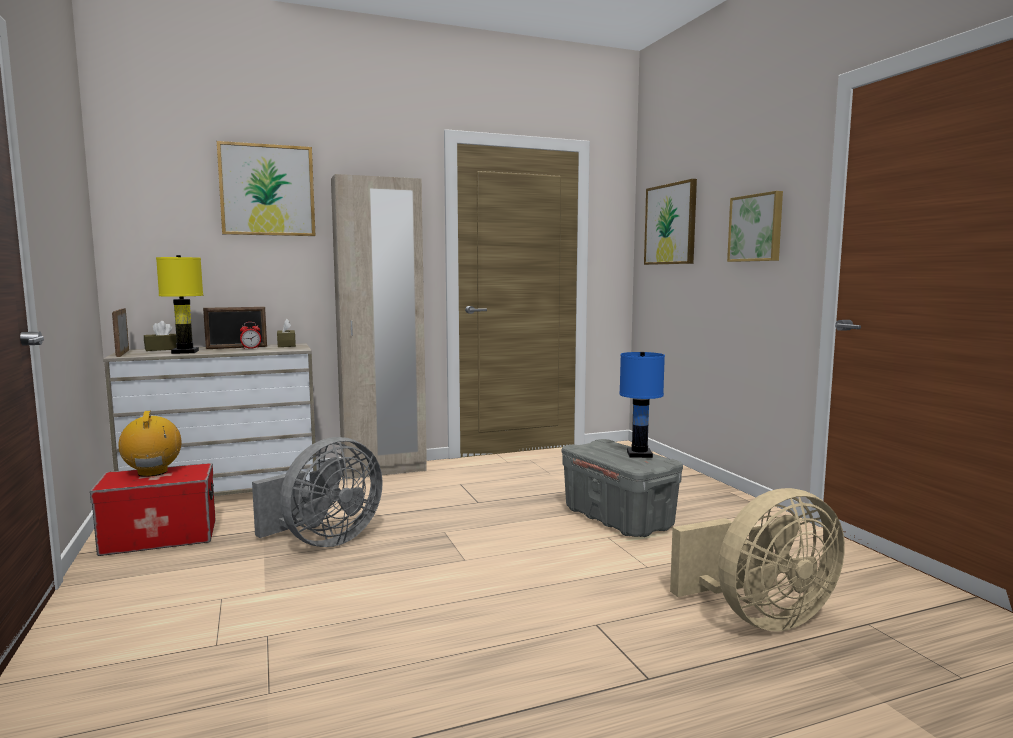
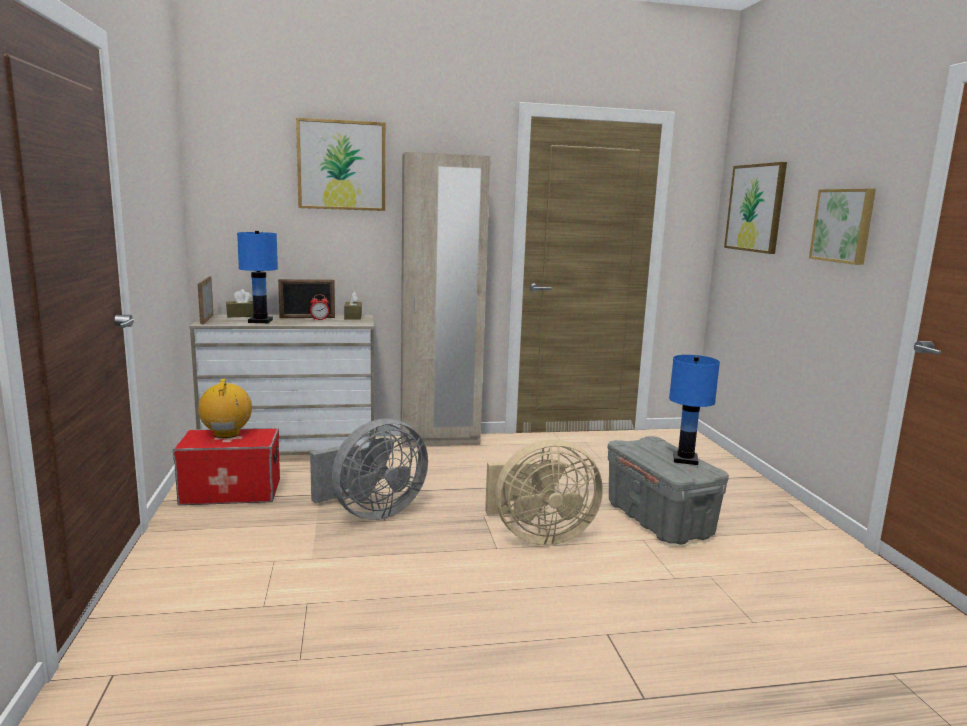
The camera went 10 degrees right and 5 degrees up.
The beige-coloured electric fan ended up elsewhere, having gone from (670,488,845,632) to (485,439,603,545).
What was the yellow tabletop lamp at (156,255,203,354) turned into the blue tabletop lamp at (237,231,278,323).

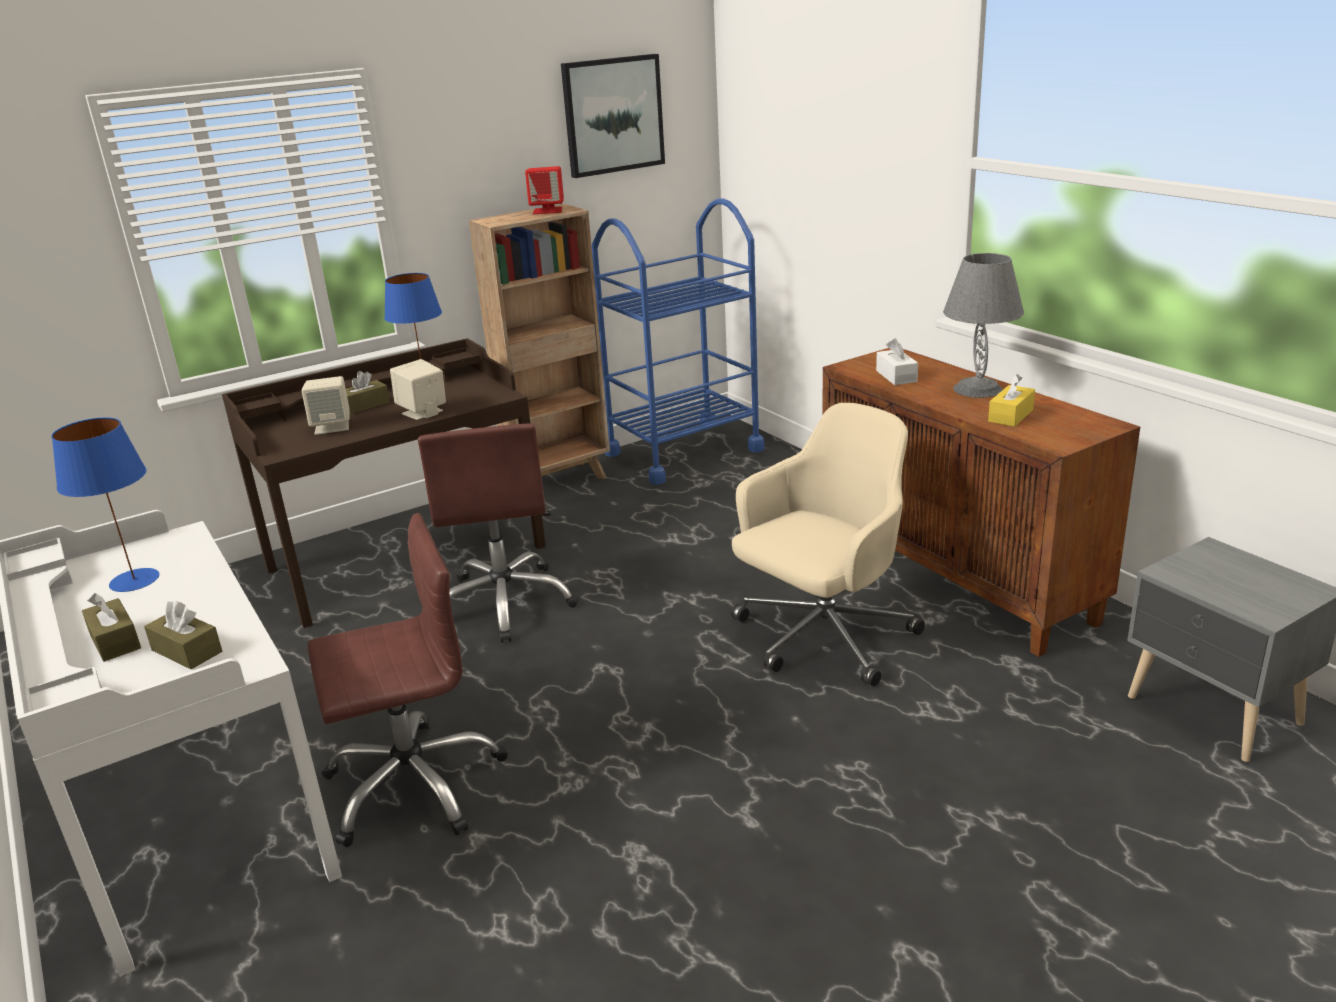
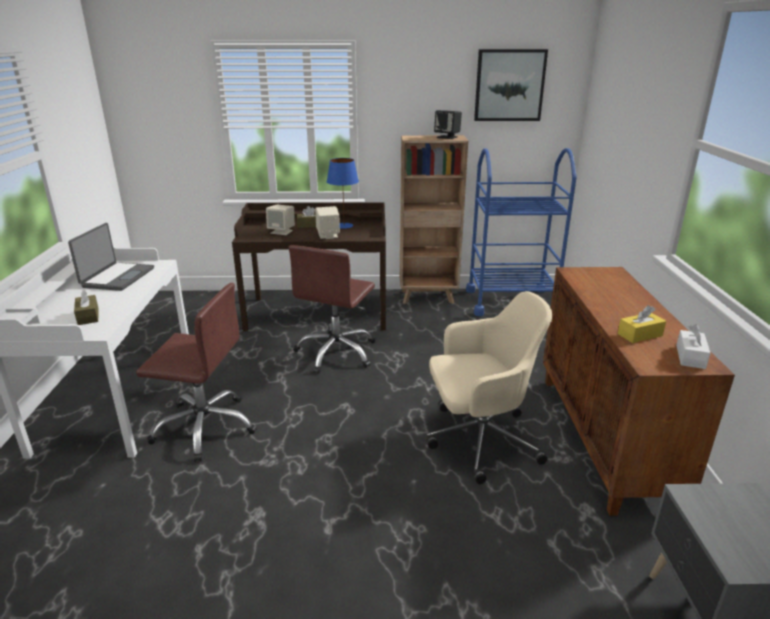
The camera went 30 degrees right and 0 degrees up.
The second view lost the brown-coloured box of tissues at (82,593,141,662).
The second view lost the greyish tabletop lamp at (943,253,1024,398).
The whitish box of tissues ended up elsewhere, having gone from (876,338,918,385) to (676,324,711,369).
Where the blue tabletop lamp stood at (51,417,160,592), the laptop came to stand at (68,223,154,291).
What was the red-coloured speaker at (525,166,564,215) turned into the black-coloured speaker at (434,110,462,139).

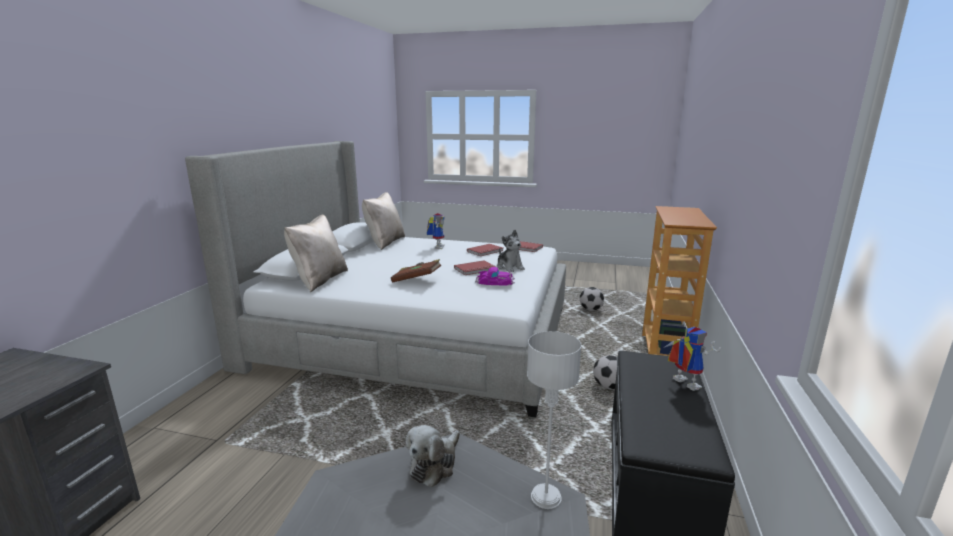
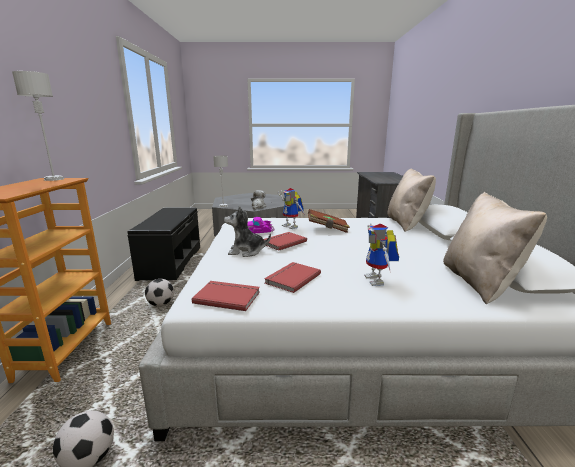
The camera went 165 degrees right and 0 degrees up.
The second view gained the greyish tabletop lamp at (12,71,64,181).
The model robot ended up elsewhere, having gone from (663,327,721,391) to (278,188,305,229).
The soft toy at (497,230,525,273) ended up facing another way, 45 degrees counterclockwise from before.

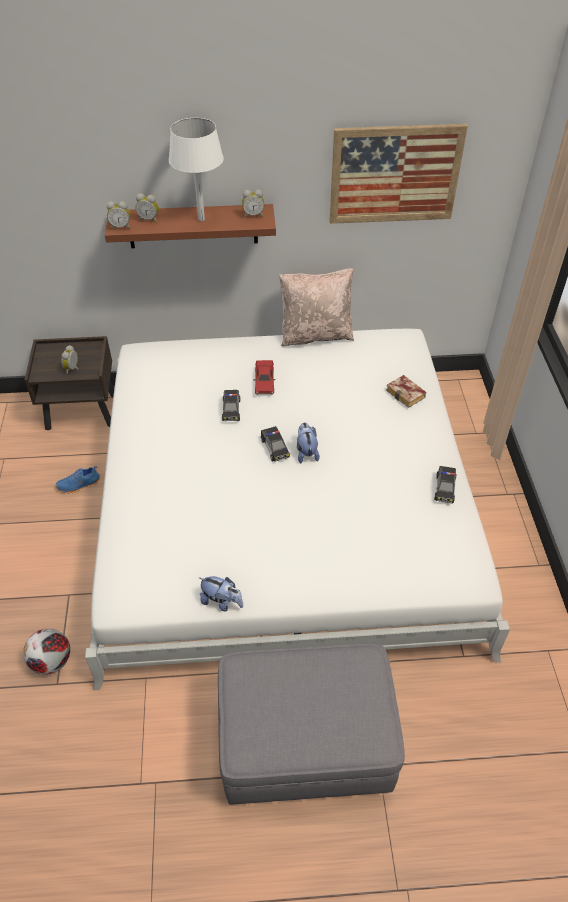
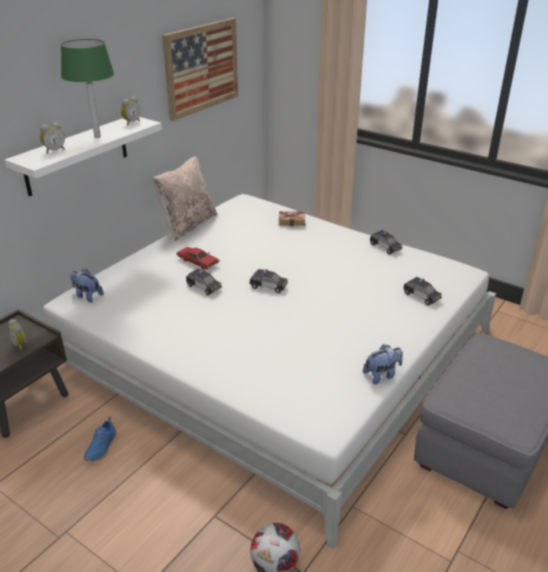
The camera went 50 degrees left and 15 degrees down.
The second view lost the alarm clock at (107,201,130,229).
The second view gained the miniature car at (403,277,442,305).
The soft toy ended up elsewhere, having gone from (297,422,320,463) to (70,269,104,303).
What was the brown-coloured shelf at (105,204,276,248) turned into the whitish shelf at (4,117,162,196).
What was the whitish tabletop lamp at (169,118,224,221) turned into the green tabletop lamp at (61,39,114,138).

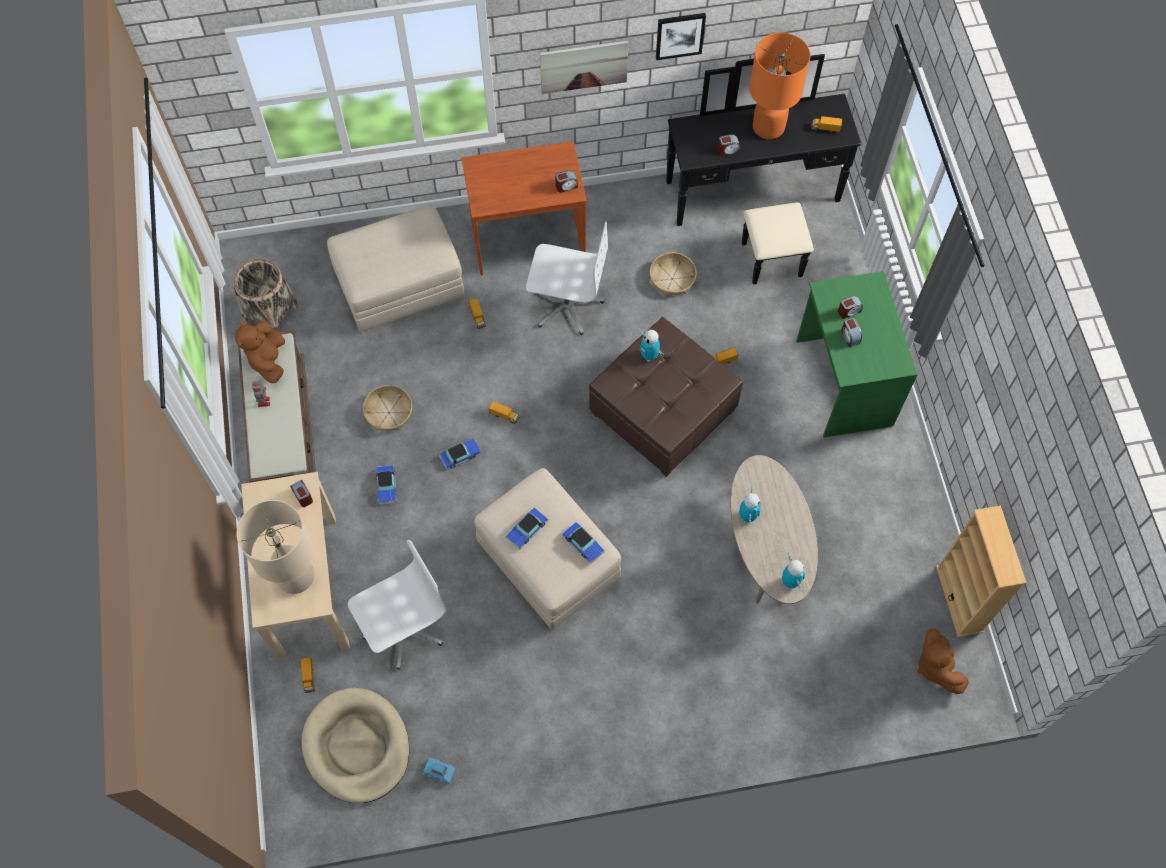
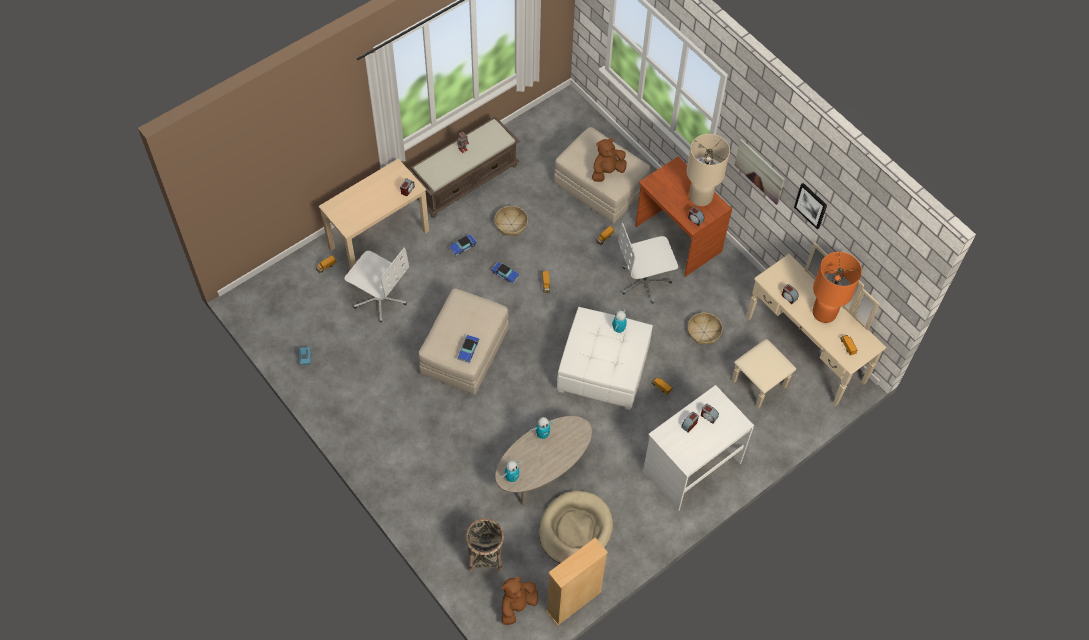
The camera went 60 degrees right and 5 degrees down.
The second view lost the miniature car at (506,507,548,550).
The storage basket ended up elsewhere, having gone from (234,259,299,332) to (465,518,504,572).
The brown-coloured soft toy ended up elsewhere, having gone from (235,320,285,383) to (592,138,627,182).
The beige-coloured tabletop lamp ended up elsewhere, having gone from (237,500,314,594) to (687,134,730,206).
The beige-coloured pet bed ended up elsewhere, having gone from (302,688,409,803) to (539,491,613,563).
What was the brown-coloured ottoman at (589,317,743,477) turned into the whitish ottoman at (557,307,653,410).
What was the black-coloured dresser at (666,54,861,284) turned into the beige-coloured dresser at (732,242,886,408).
What was the green desk table at (796,271,918,438) turned into the whitish desk table at (643,385,754,511).
The whitish desk chair at (526,222,608,335) ended up facing another way, 90 degrees clockwise from before.

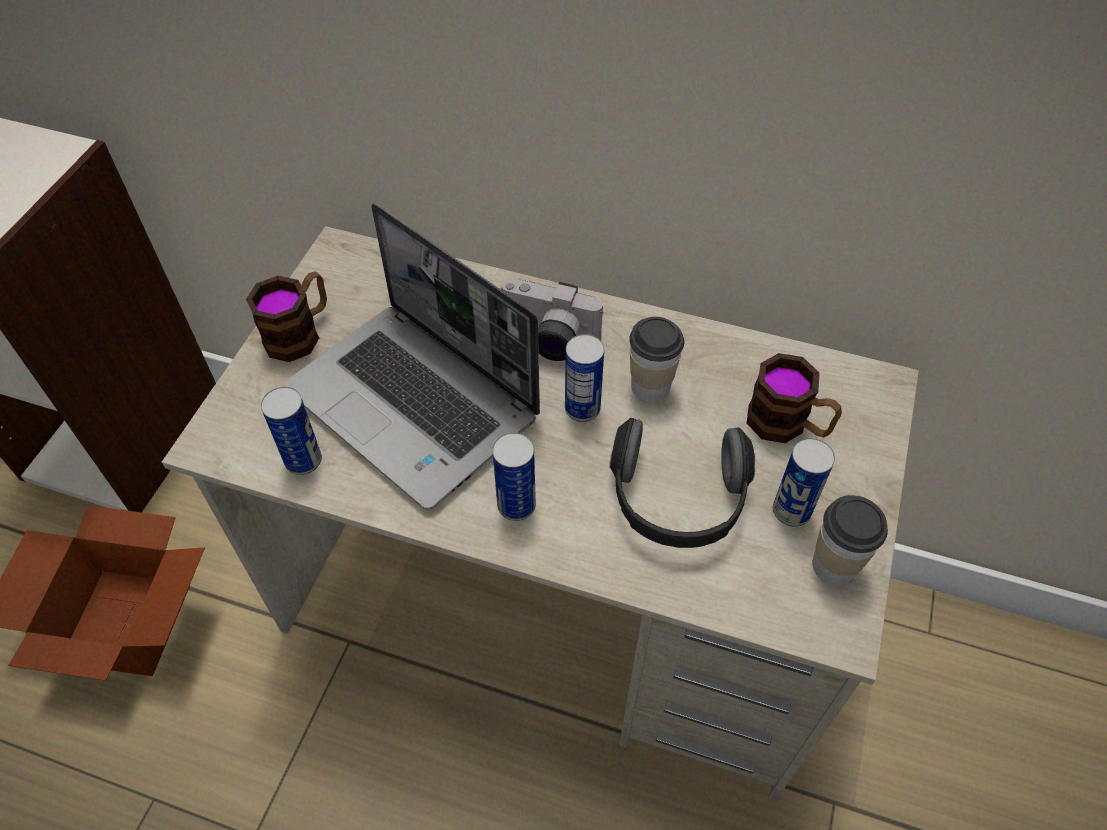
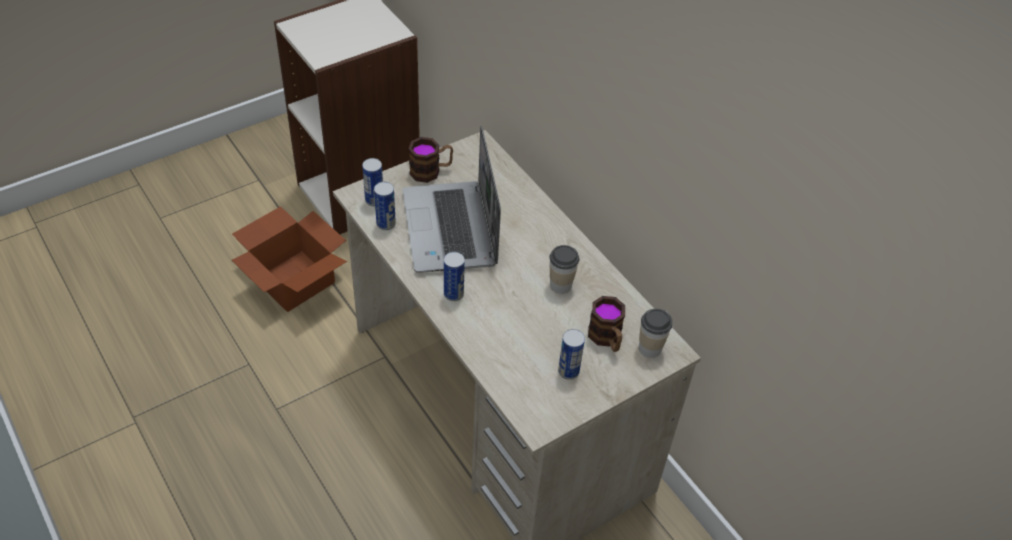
The camera went 35 degrees right and 5 degrees down.
The second view lost the photo camera at (500,278,604,361).
The second view lost the pair of headphones at (609,418,756,548).
The metal can ended up elsewhere, having gone from (565,334,604,422) to (362,158,383,206).
The small cup ended up elsewhere, having gone from (813,495,888,586) to (639,309,672,358).

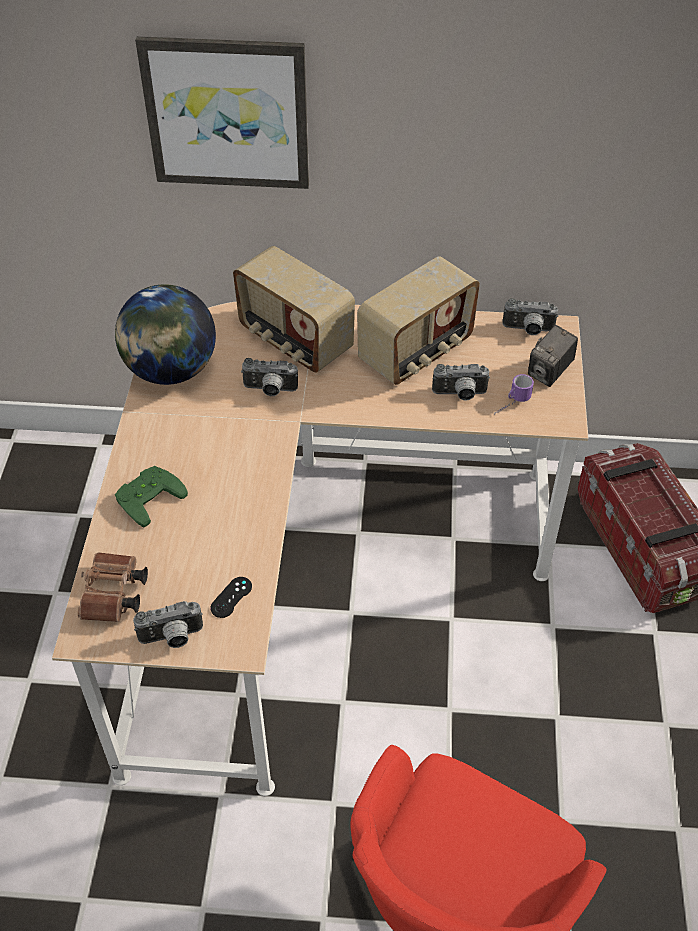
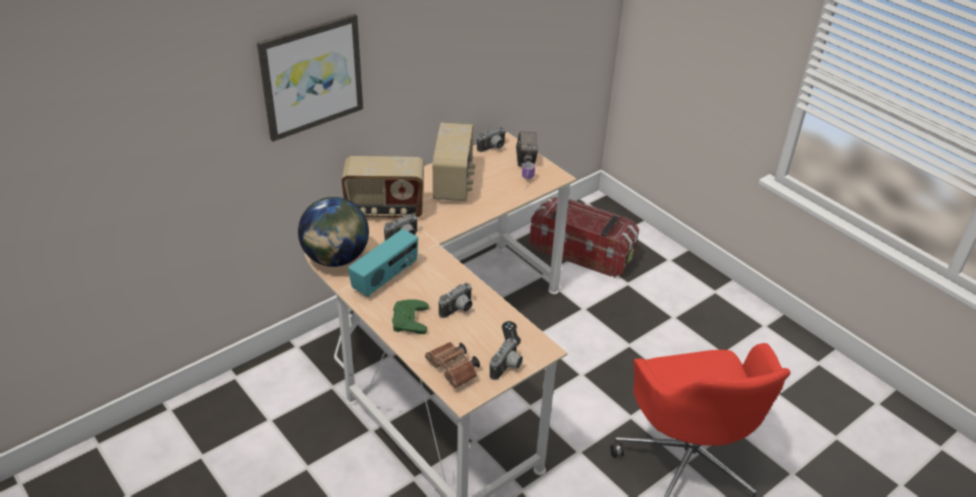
The camera went 45 degrees left and 10 degrees down.
The second view gained the radio set at (348,229,418,297).
The photo camera ended up elsewhere, having gone from (432,364,490,401) to (439,283,473,318).

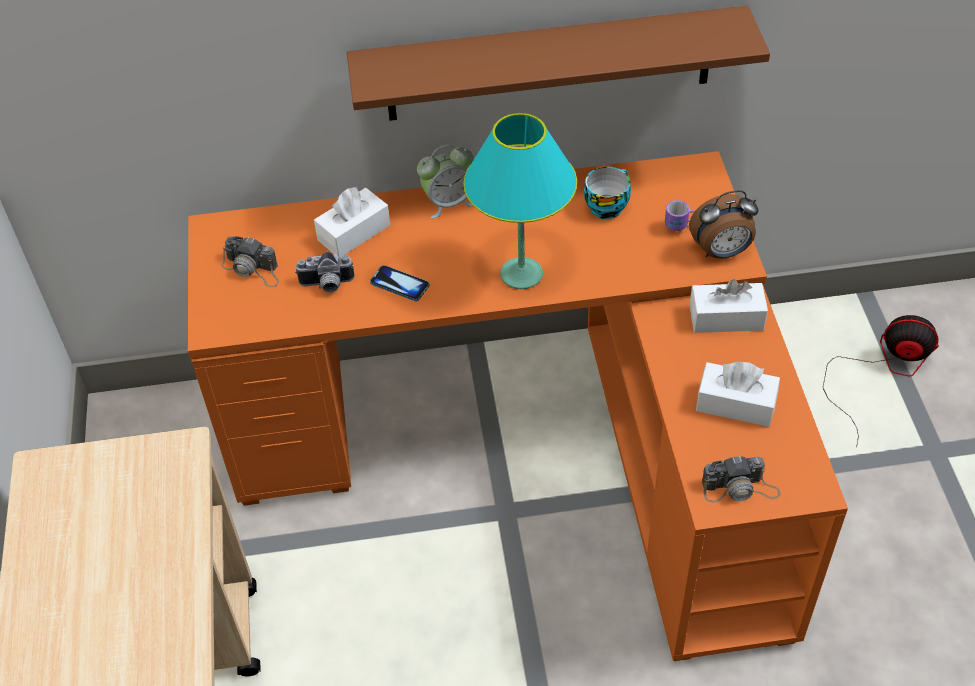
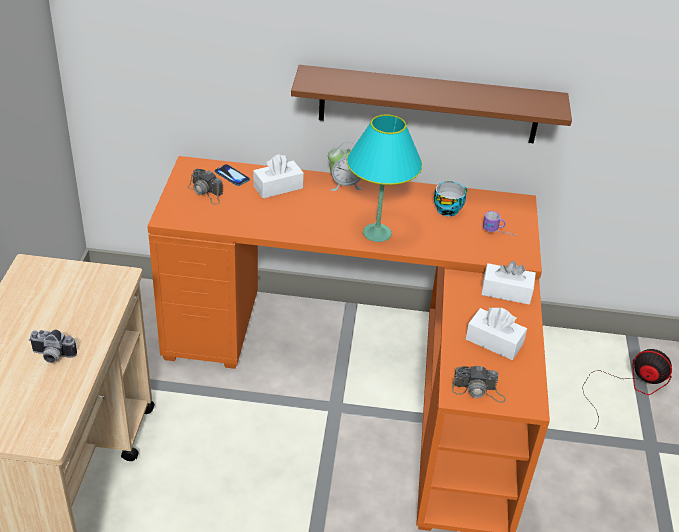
The camera went 10 degrees right and 10 degrees down.
The second view lost the alarm clock at (689,190,759,259).
The photo camera ended up elsewhere, having gone from (295,252,354,293) to (29,330,77,363).
The handset ended up elsewhere, having gone from (370,265,430,301) to (215,164,250,186).

